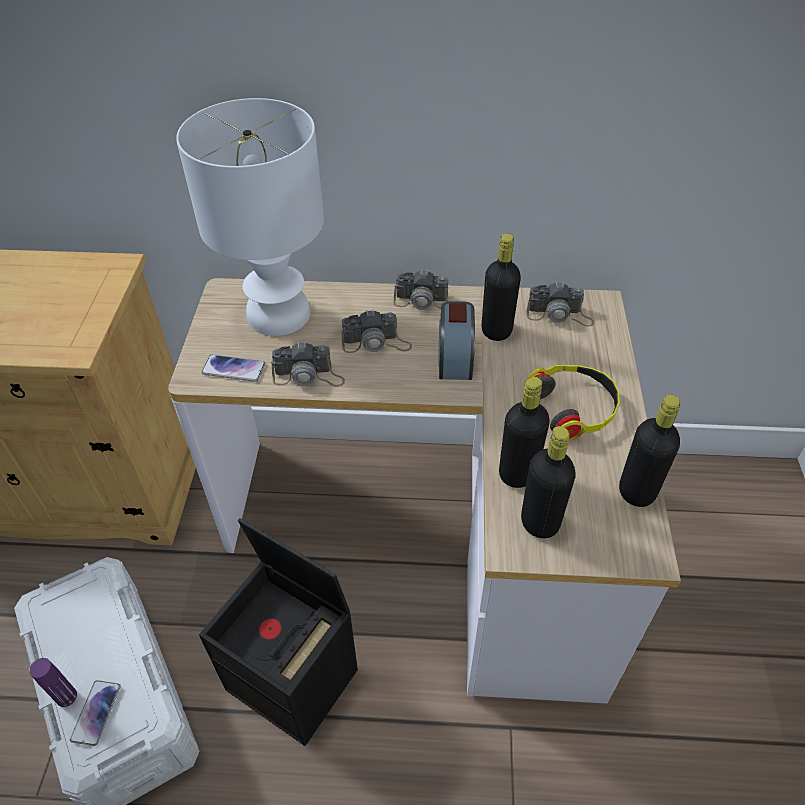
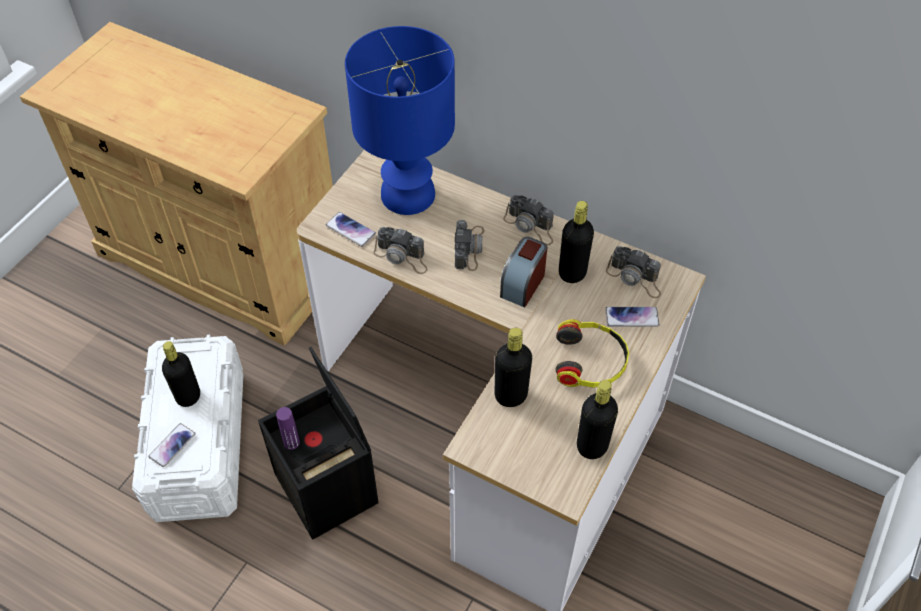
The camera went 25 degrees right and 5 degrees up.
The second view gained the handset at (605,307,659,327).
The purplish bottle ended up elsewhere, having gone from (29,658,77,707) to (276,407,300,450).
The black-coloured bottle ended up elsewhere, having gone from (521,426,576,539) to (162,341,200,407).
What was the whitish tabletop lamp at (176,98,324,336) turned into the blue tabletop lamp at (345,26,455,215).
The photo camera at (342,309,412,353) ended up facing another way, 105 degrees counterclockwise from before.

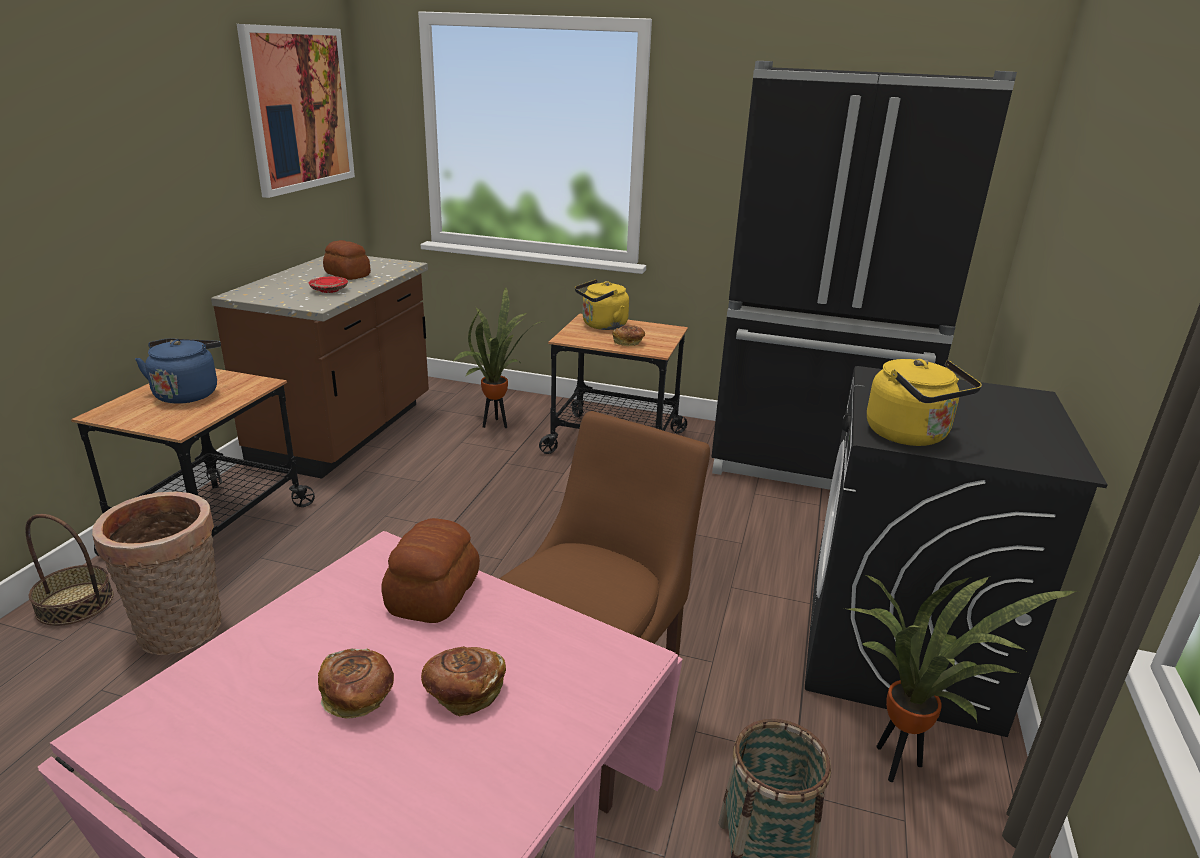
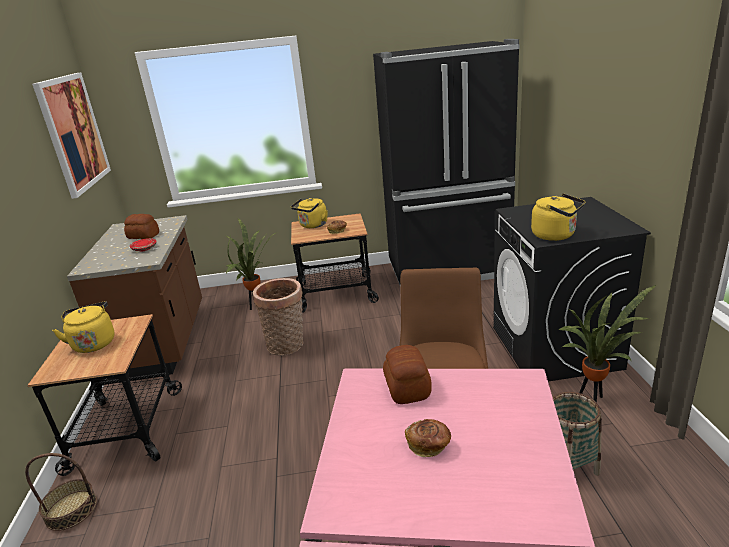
The camera went 20 degrees left and 0 degrees up.
The second view lost the bakery bread at (421,646,506,716).
The storage basket ended up elsewhere, having gone from (92,492,222,655) to (253,278,304,356).
What was the blue kettle at (135,339,221,404) turned into the yellow kettle at (52,301,114,353).

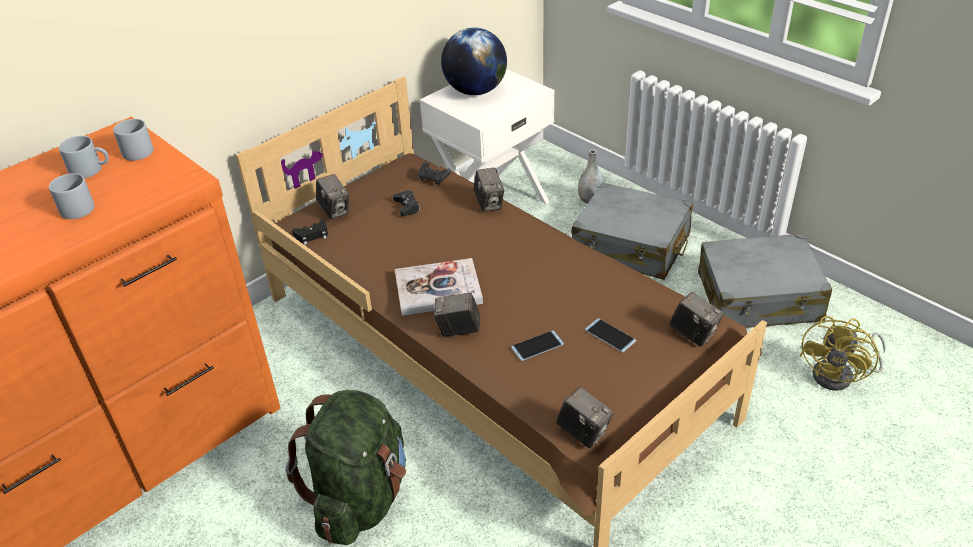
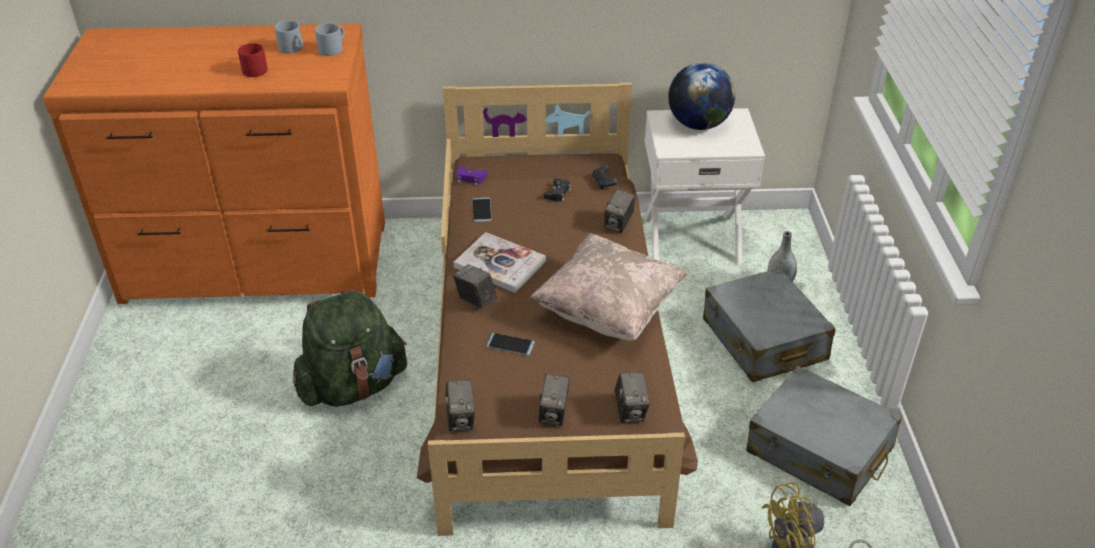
The camera went 40 degrees right and 0 degrees up.
The second view gained the beige-coloured cushion at (530,234,687,341).
The photo camera ended up elsewhere, having gone from (316,174,349,219) to (538,373,570,426).
The handset ended up elsewhere, having gone from (585,318,637,352) to (473,198,492,222).
What was the greyish coffee mug at (49,173,95,219) turned into the red-coloured coffee mug at (238,43,268,77).
What was the black-coloured joypad at (292,220,328,245) turned into the purplish joypad at (456,166,487,186).

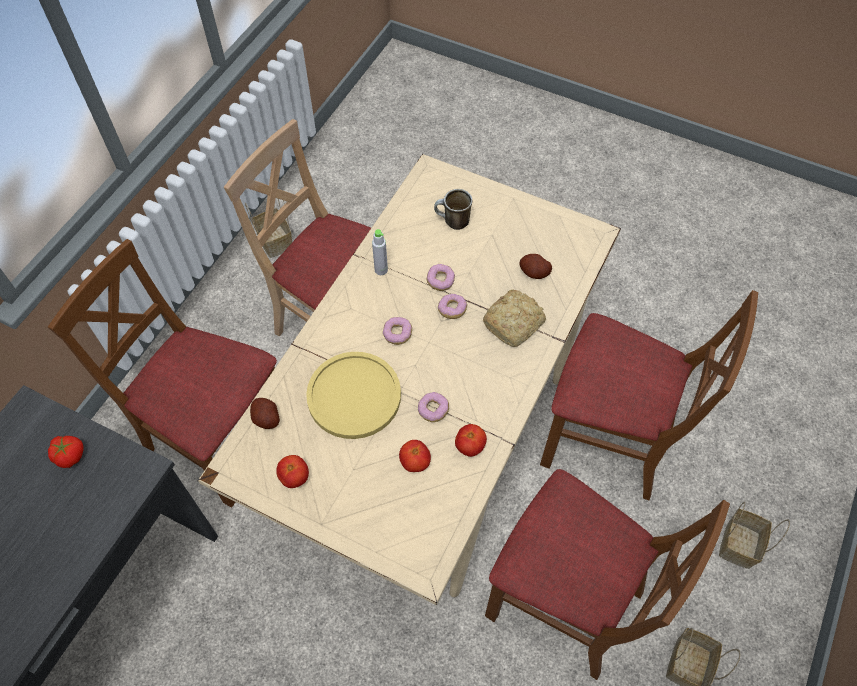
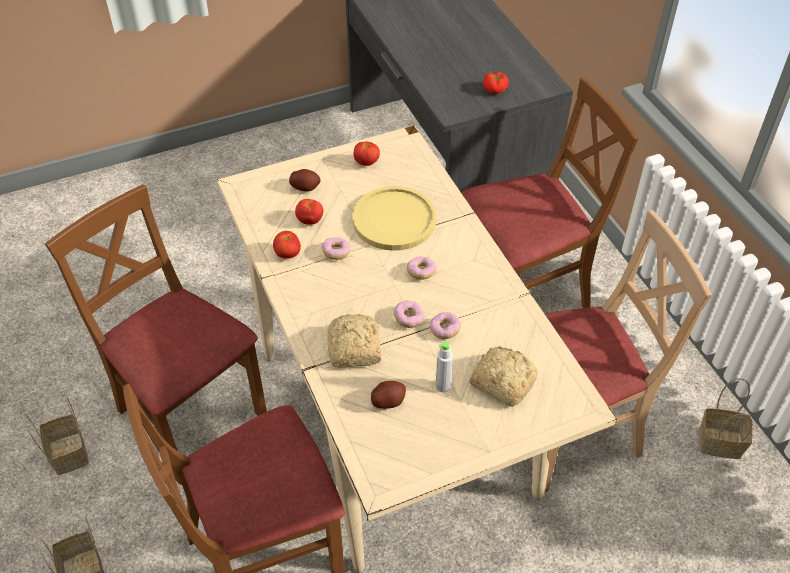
The camera went 130 degrees right and 10 degrees down.
The spud ended up elsewhere, having gone from (250,398,280,429) to (289,169,321,191).
The greyish bottle ended up elsewhere, having gone from (372,229,388,275) to (436,341,453,393).
Where the coffee mug stood at (434,189,472,230), the bakery bread came to stand at (469,346,538,407).
The brown-coloured plain chair at (485,469,730,680) ended up facing another way, 60 degrees clockwise from before.

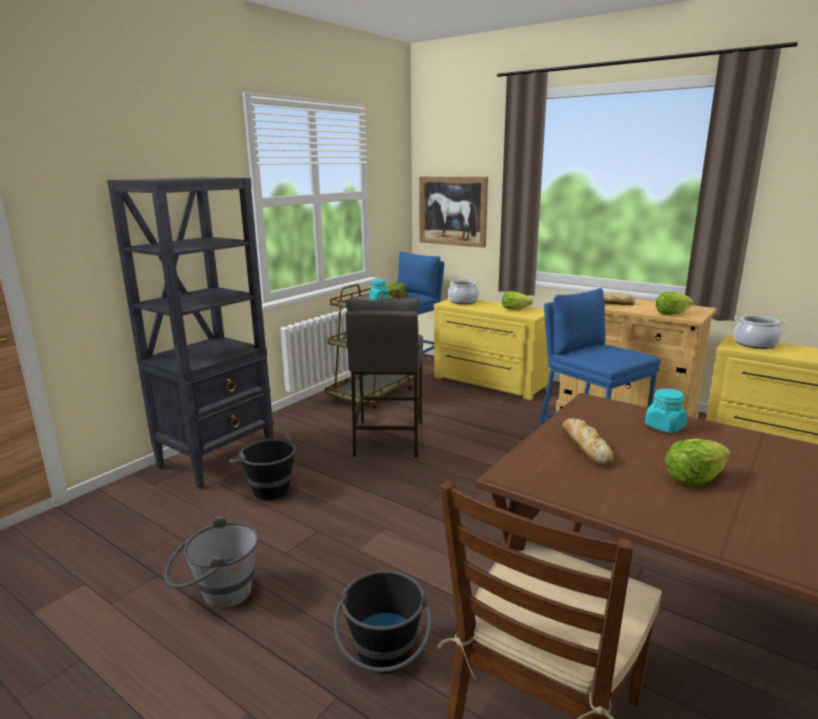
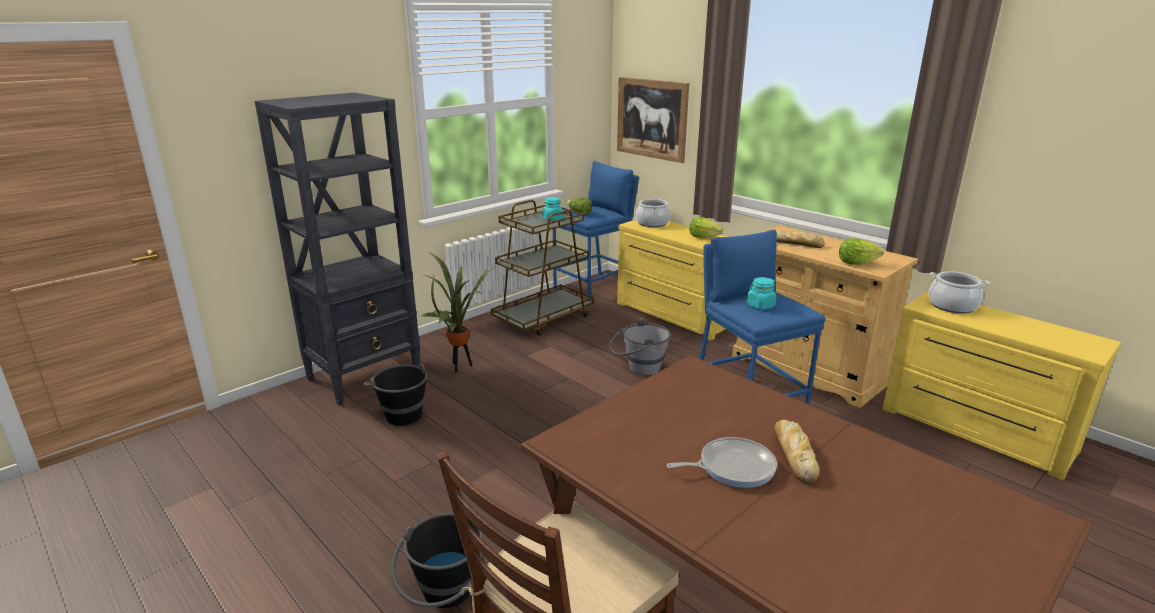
The camera went 10 degrees right and 5 degrees up.
The second view lost the greyish stool seat at (346,298,423,458).
The second view gained the plant in a pot at (421,252,495,373).
The greyish water bucket ended up elsewhere, having gone from (164,516,259,608) to (609,318,671,376).
The bakery bread ended up elsewhere, having gone from (562,418,613,467) to (774,419,819,484).
The blue-green preserve jar ended up elsewhere, having gone from (645,389,687,433) to (746,277,776,310).
Where the lettuce head stood at (665,439,731,486), the skillet came to stand at (667,437,777,488).

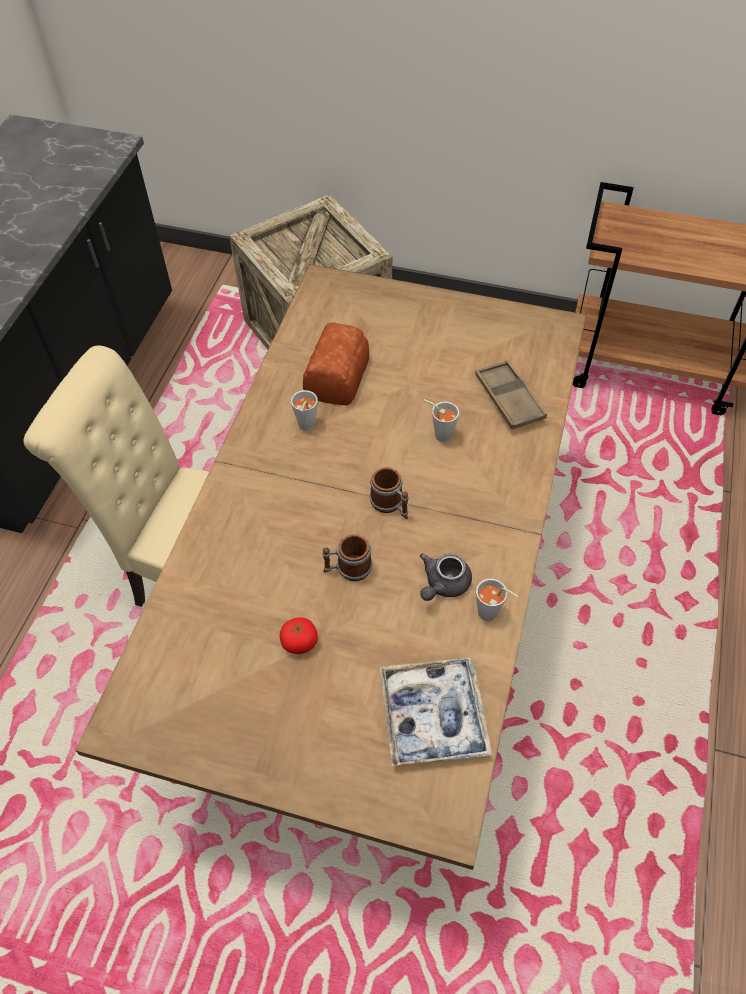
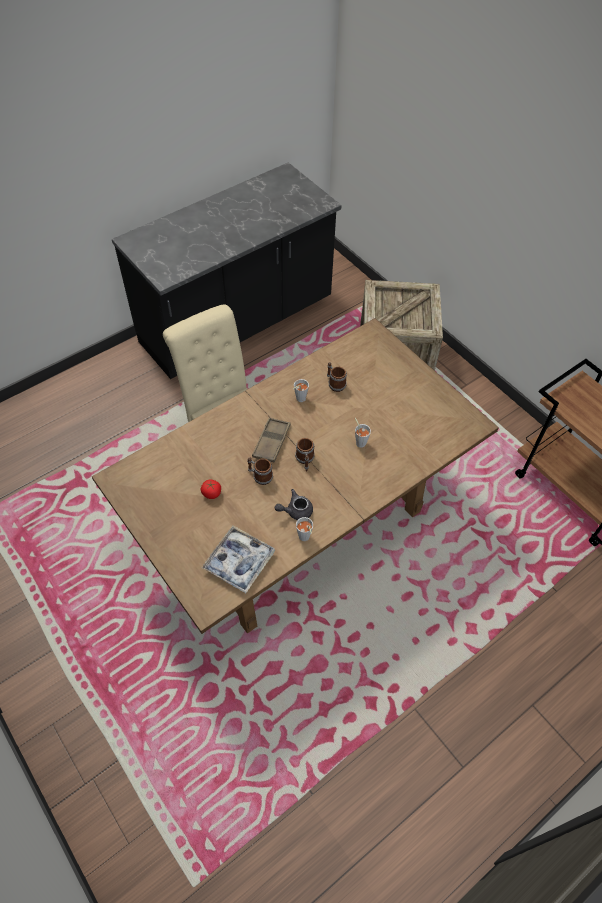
The camera went 35 degrees right and 0 degrees up.
The brown-coloured carrying tray ended up elsewhere, having gone from (475,360,547,429) to (252,417,291,463).
Where the bakery bread stood at (303,322,369,405), the coffee mug came to stand at (327,362,347,392).

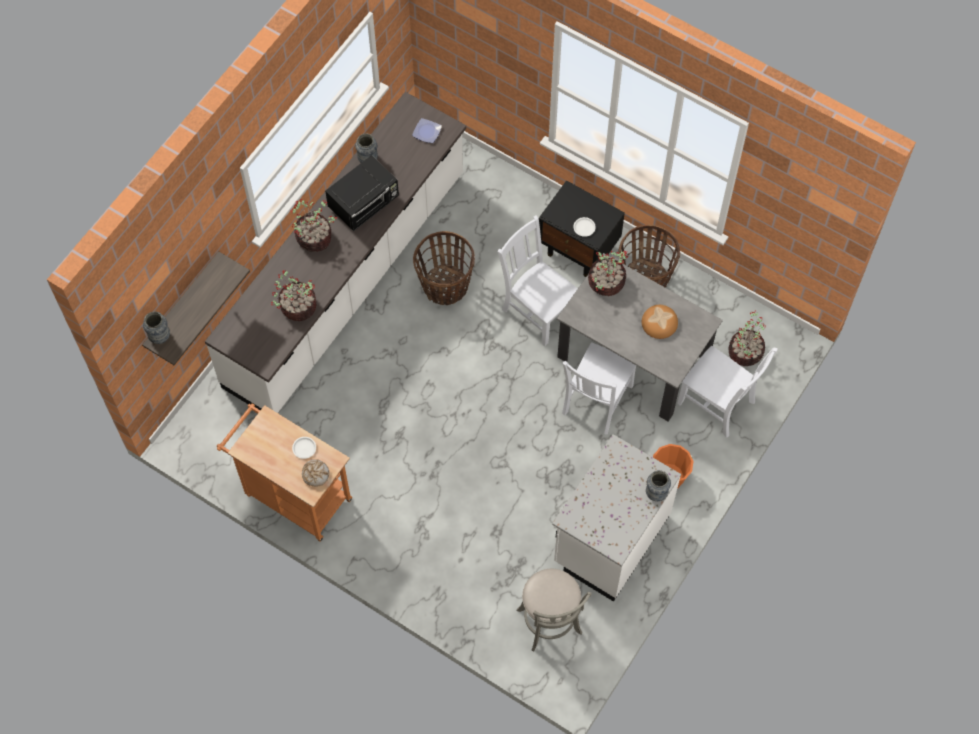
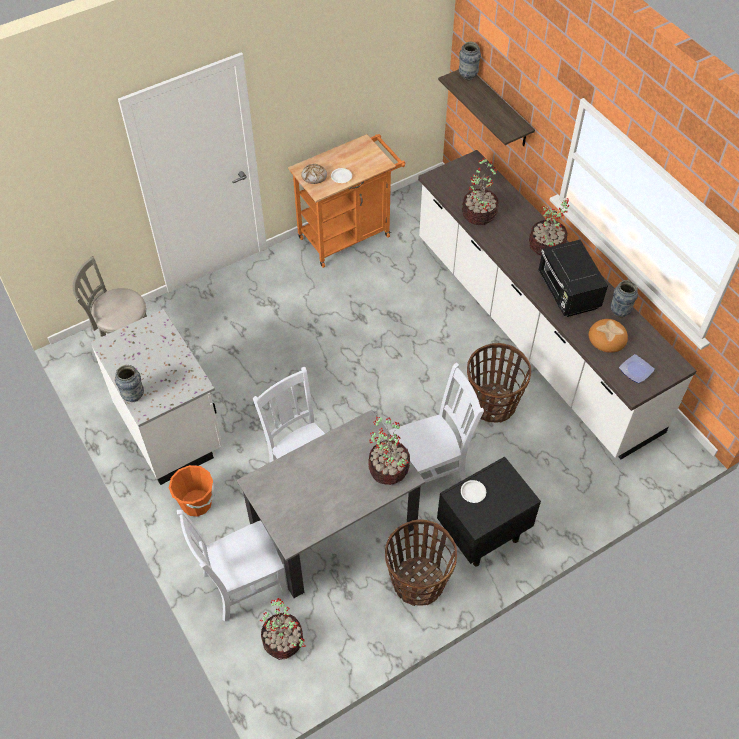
The camera went 115 degrees right and 10 degrees down.
The bakery bread ended up elsewhere, having gone from (642,305,678,339) to (589,319,628,353).

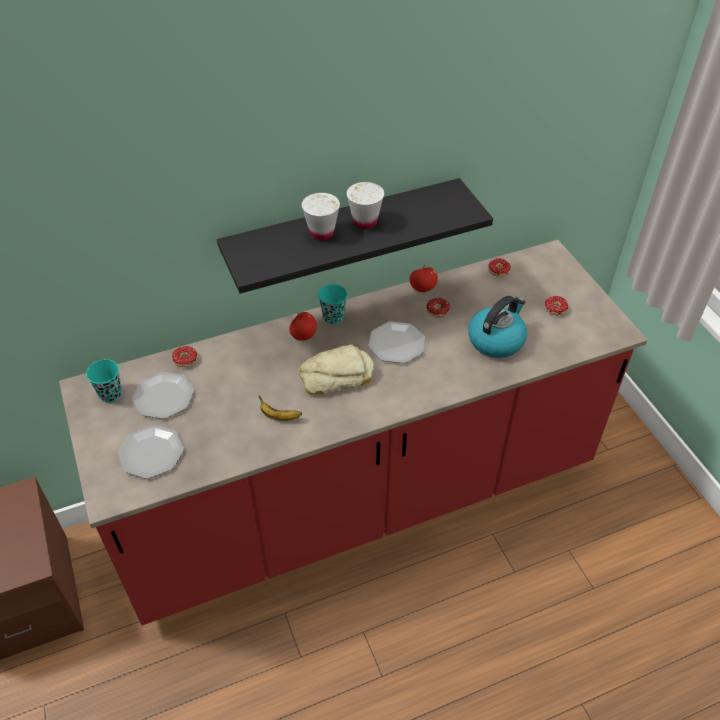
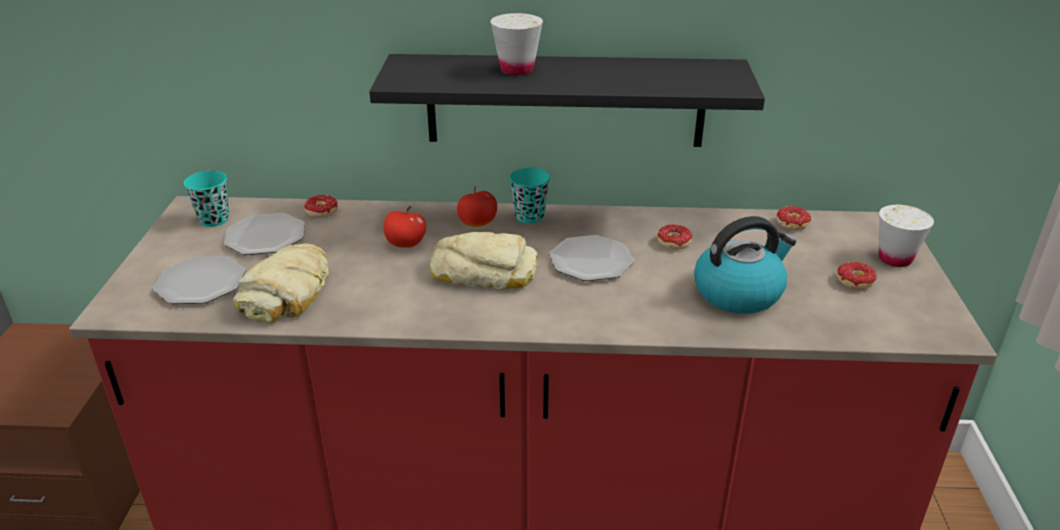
The camera went 25 degrees right and 15 degrees down.
The second view lost the whole banana at (258,395,302,421).
The second view gained the bakery bread at (233,243,329,323).
The whitish small cup ended up elsewhere, having gone from (347,182,384,229) to (879,205,934,267).
The apple ended up elsewhere, having gone from (410,264,438,292) to (384,206,426,248).

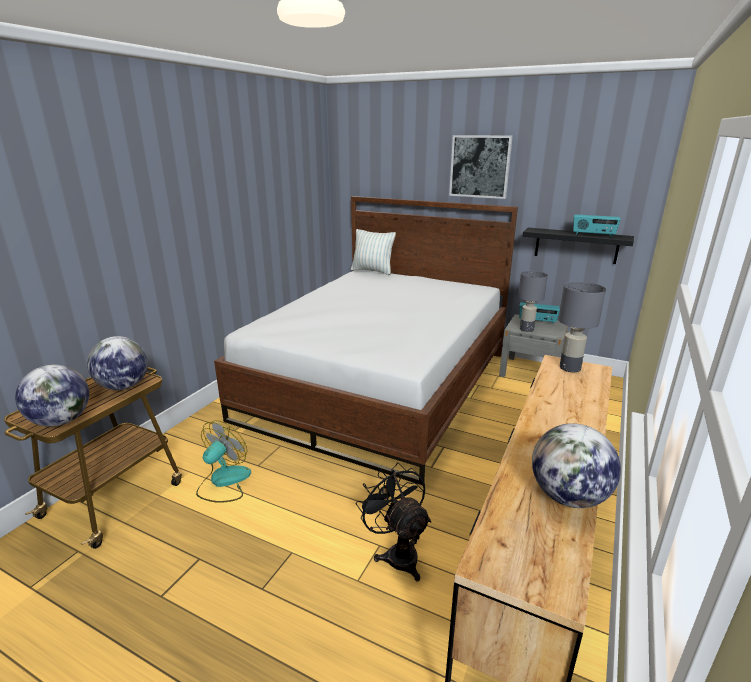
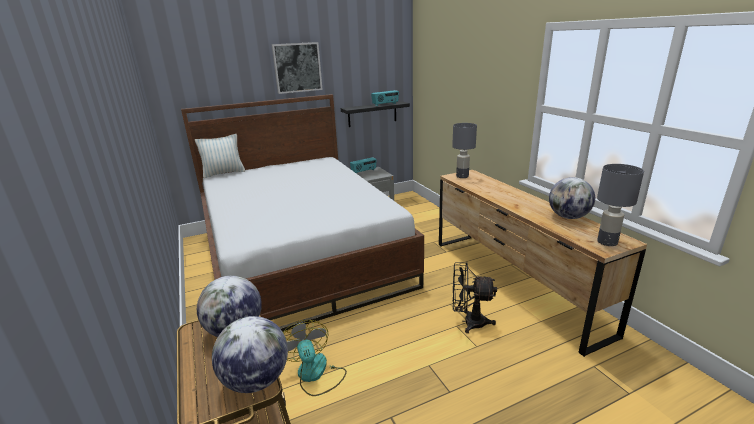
The camera went 50 degrees left and 0 degrees up.
The greyish tabletop lamp ended up elsewhere, having gone from (518,271,548,332) to (597,164,644,246).

